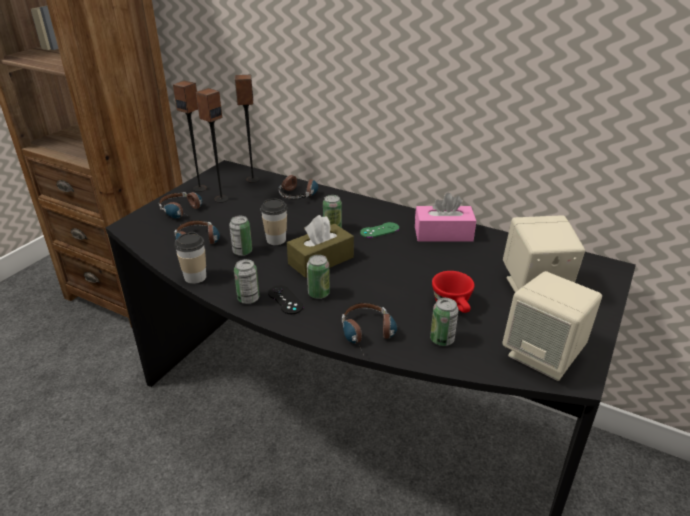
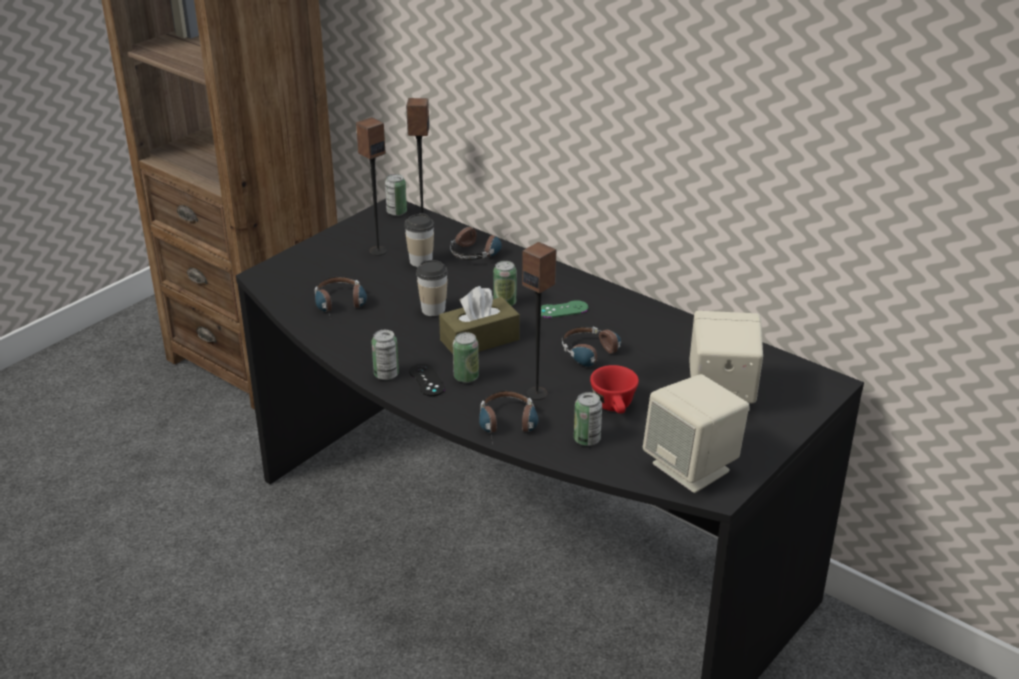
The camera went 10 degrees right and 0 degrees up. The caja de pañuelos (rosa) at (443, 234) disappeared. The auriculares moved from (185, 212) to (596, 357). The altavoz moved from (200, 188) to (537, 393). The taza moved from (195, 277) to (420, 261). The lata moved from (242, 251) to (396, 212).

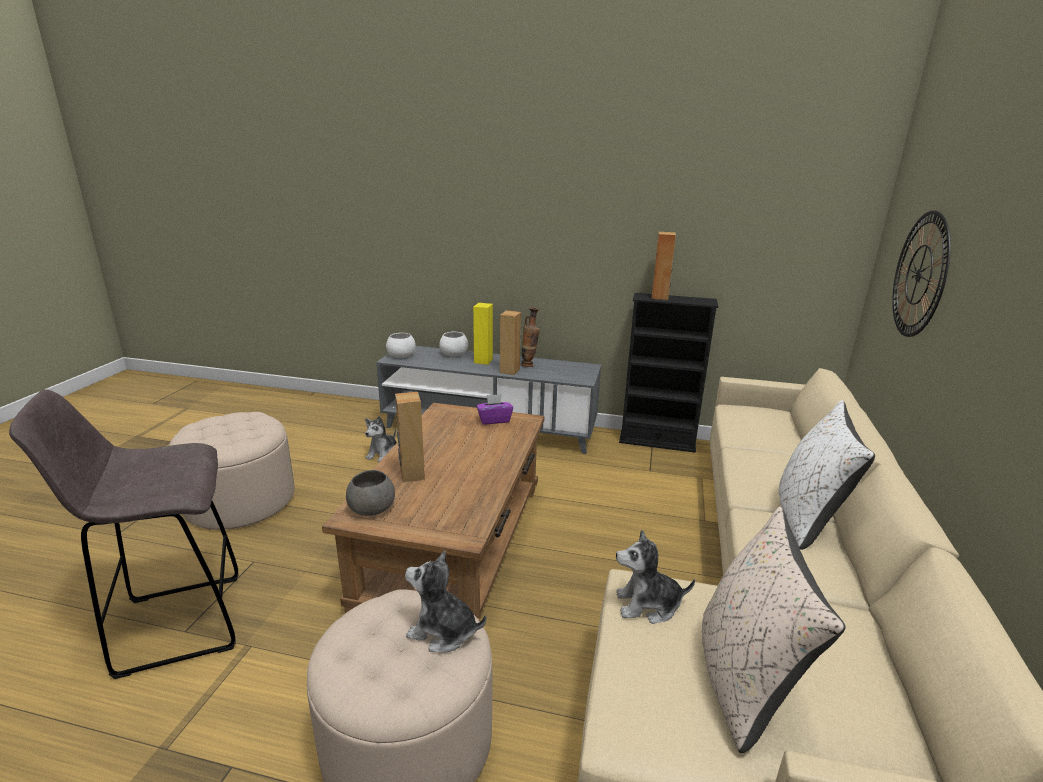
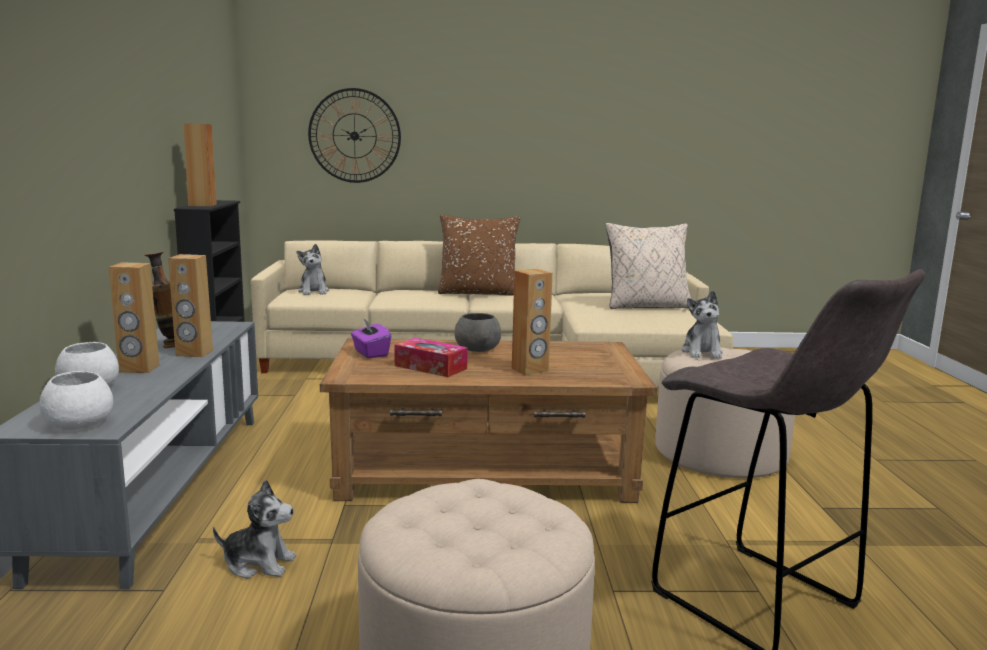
The camera went 105 degrees left and 10 degrees down. The caja de pañuelos at (430, 367) appeared. The cuenco (gris) moved from (371, 509) to (478, 349). The peluche moved from (648, 605) to (314, 291). The altavoz (amarillo) at (483, 361) became the altavoz (marrón) at (139, 369). The cojín (blanco) at (807, 518) became the cojín (marrón) at (478, 293).

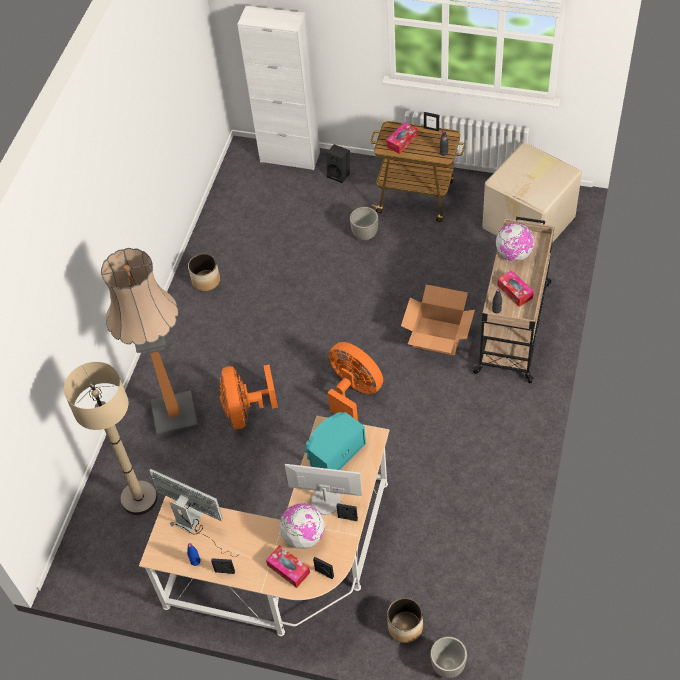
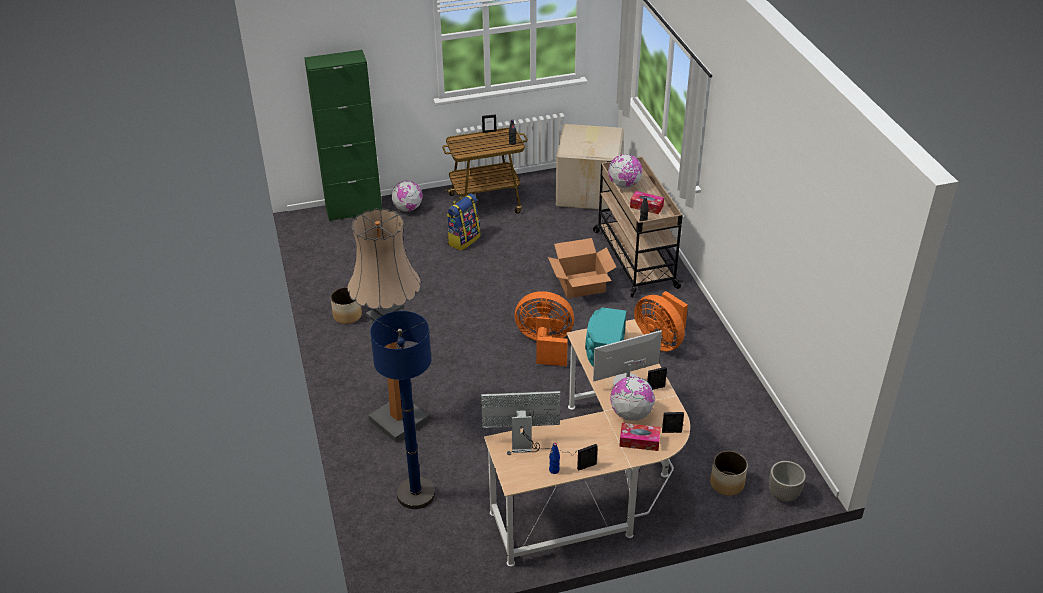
The camera went 35 degrees left and 15 degrees down. The caja de pañuelos at (402, 141) disappeared. The ventilador (naranja) moved from (245, 410) to (660, 340). The altavoz (negro) at (340, 174) was replaced by the globo terráqueo at (408, 208). The maceta at (365, 234) was replaced by the mochila at (463, 240). The lámpara de pie (beis) at (139, 498) became the lámpara de pie (azul) at (416, 494). The armario (blanco) at (290, 157) became the armario (verde) at (354, 210).

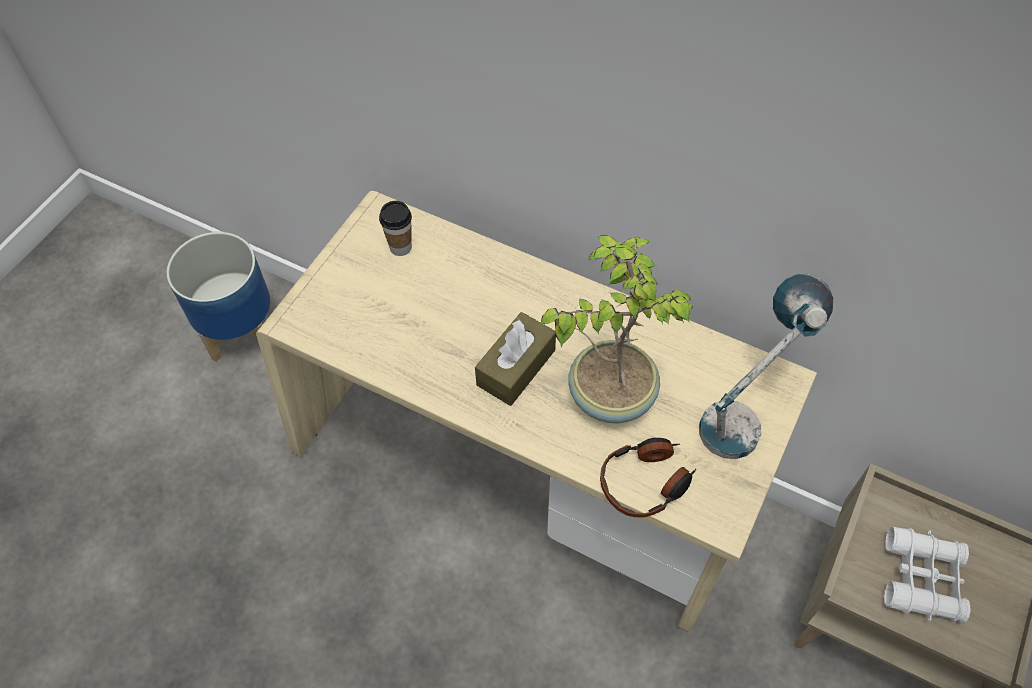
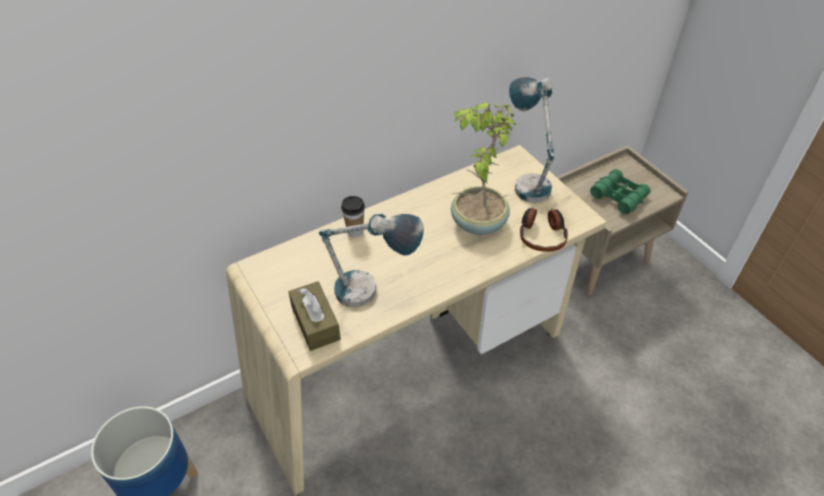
The camera went 60 degrees left and 10 degrees down. The lámpara de mesa at (373, 295) appeared. The taza moved from (400, 247) to (355, 231). The caja de pañuelos (marrón) moved from (516, 367) to (315, 323). The prismáticos (blanco) at (922, 579) became the prismáticos (verde) at (618, 196).

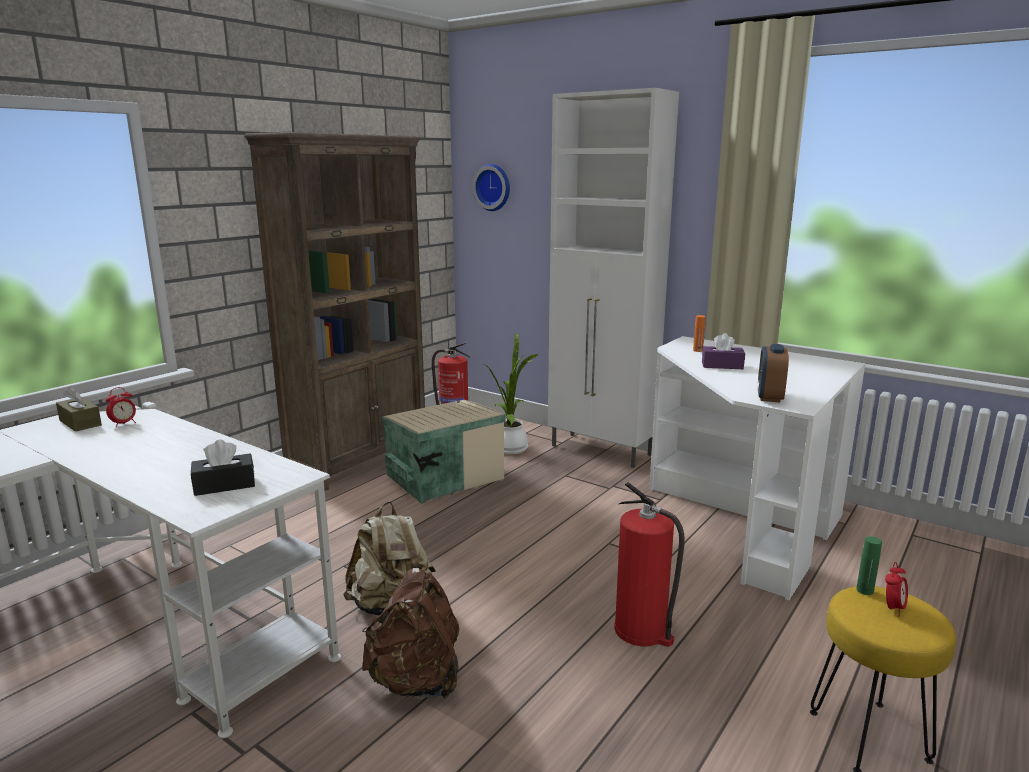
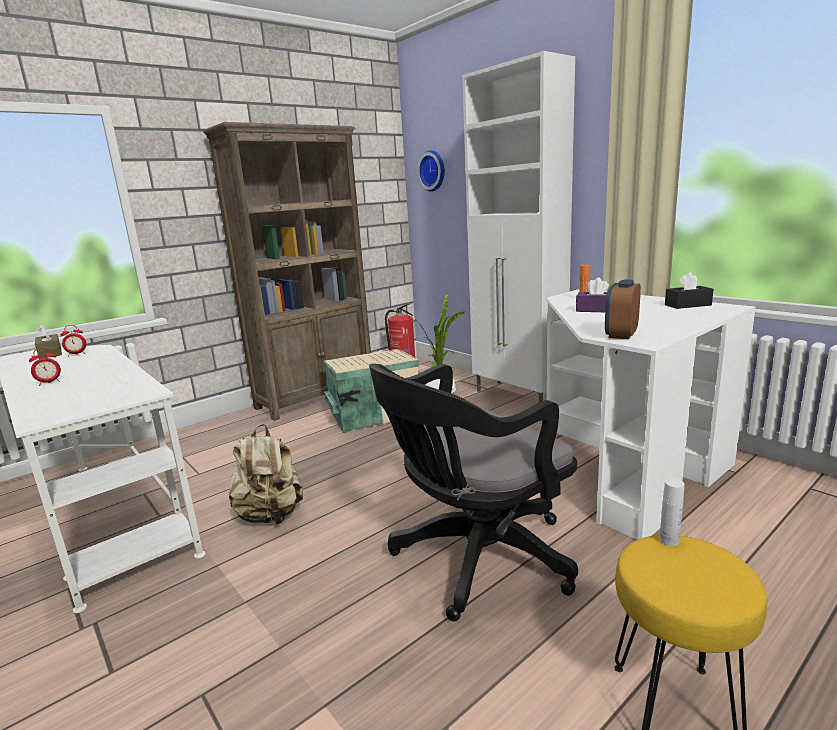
The camera went 15 degrees right and 0 degrees up. The mochila (marrón) at (416, 681) disappeared. The caja de pañuelos (negro) moved from (224, 485) to (687, 305). The despertador moved from (893, 608) to (49, 383). The extintor at (642, 631) was replaced by the silla de oficina (negro) at (475, 559). The botella (verde) at (864, 590) became the botella (blanco) at (669, 540).

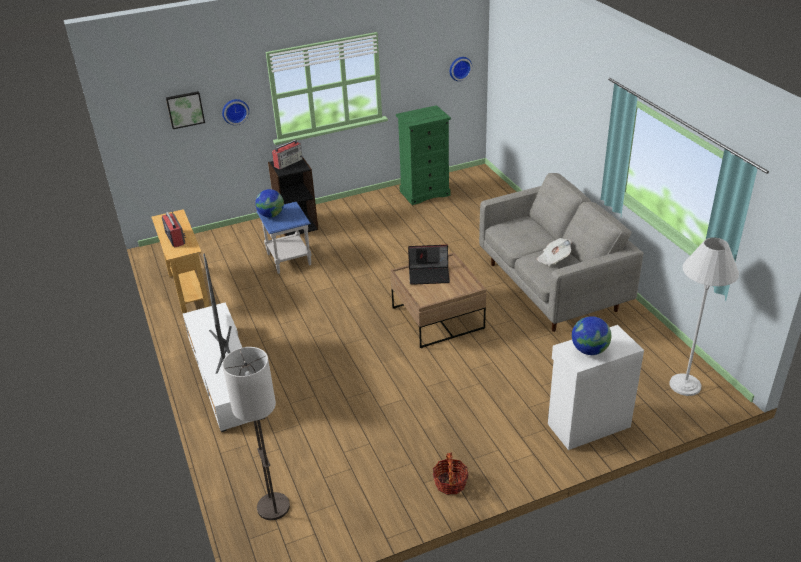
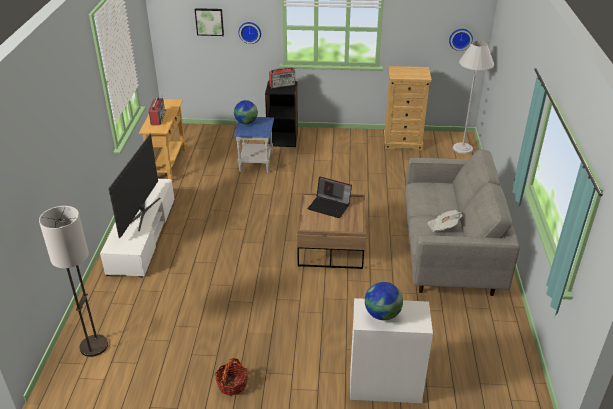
The camera went 25 degrees right and 0 degrees up. The lámpara de pie (blanco) moved from (685, 385) to (462, 148). The cómoda (verde) at (425, 193) became the cómoda (beis) at (403, 142).

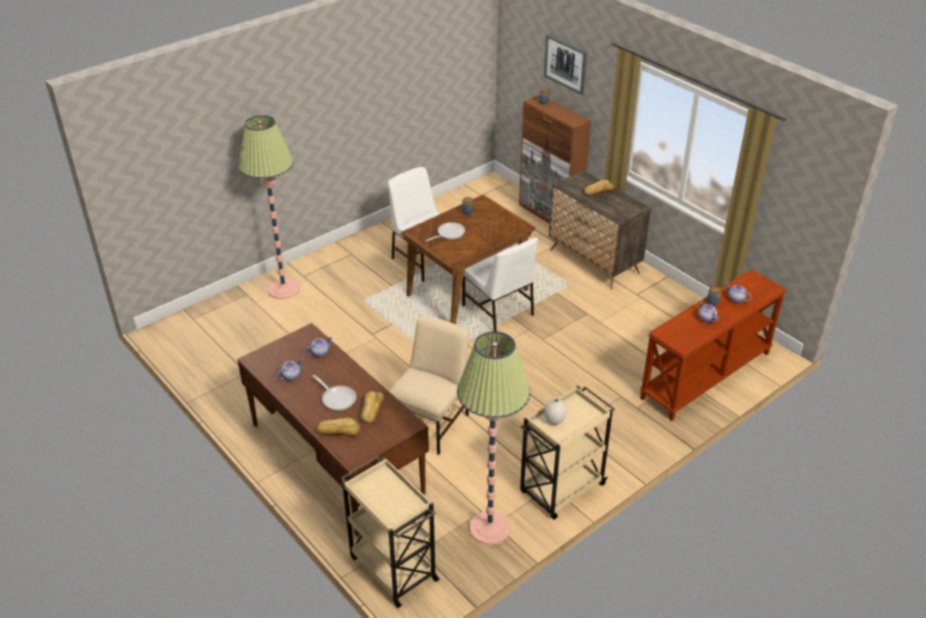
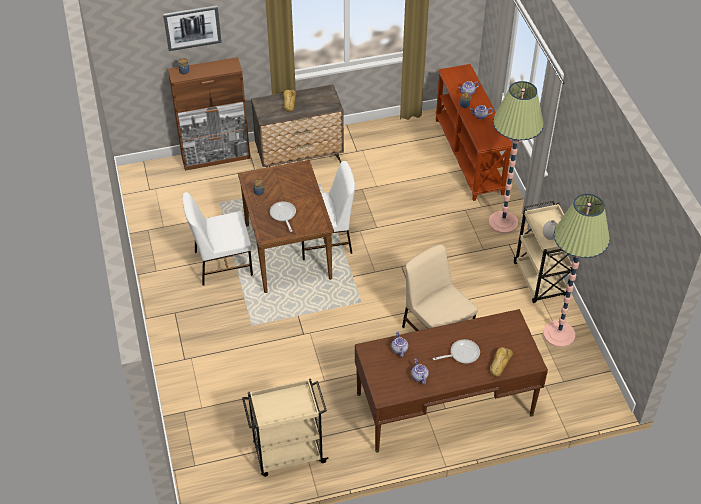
The camera went 65 degrees left and 10 degrees up. The pan at (371, 410) disappeared. The lámpara de pie moved from (283, 289) to (503, 222). The carrito (beis) moved from (392, 567) to (288, 453).

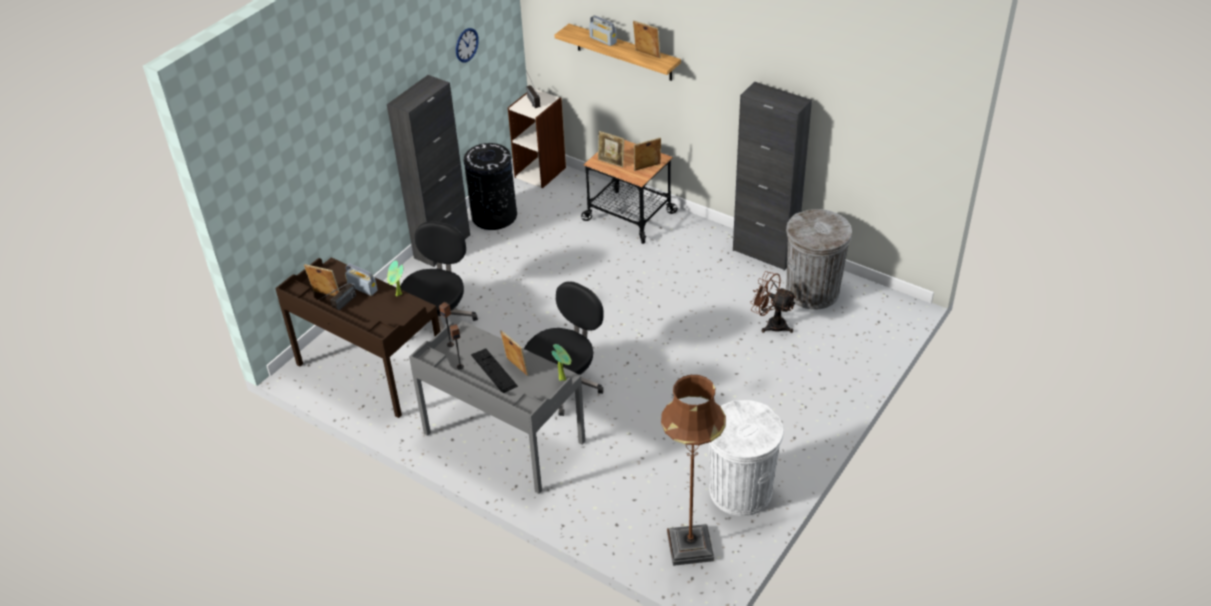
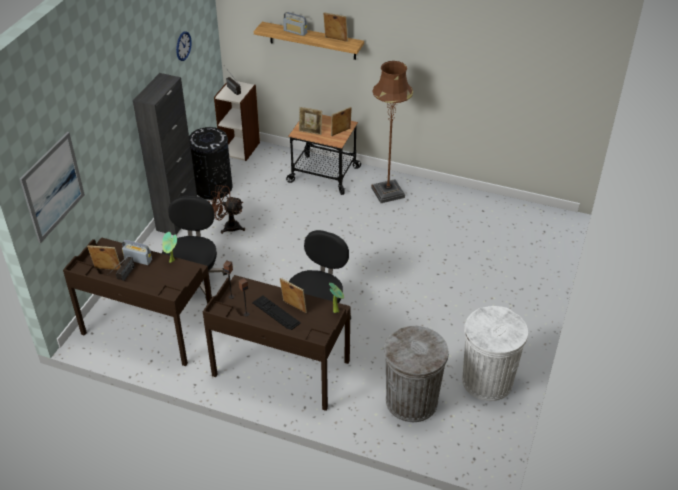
The camera went 15 degrees left and 0 degrees up. The armario (negro) at (764, 253) disappeared. The cuadro at (53, 187) appeared. The lámpara de pie (marrón) moved from (690, 546) to (388, 192). The ventilador (marrón) moved from (771, 324) to (228, 226). The papelera (gris) moved from (812, 291) to (412, 401). The escritorio (gris) at (503, 438) became the escritorio (marrón) at (280, 369).

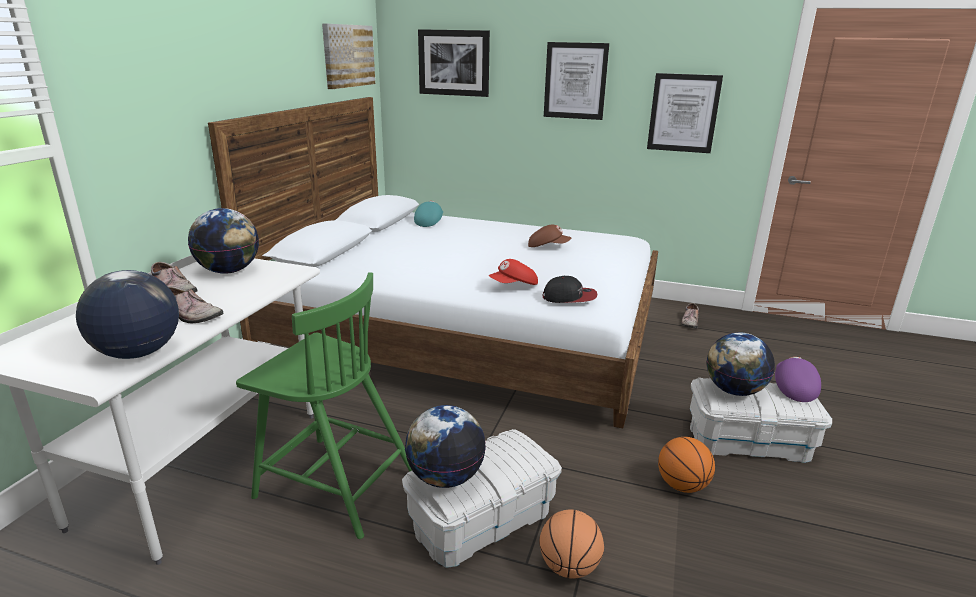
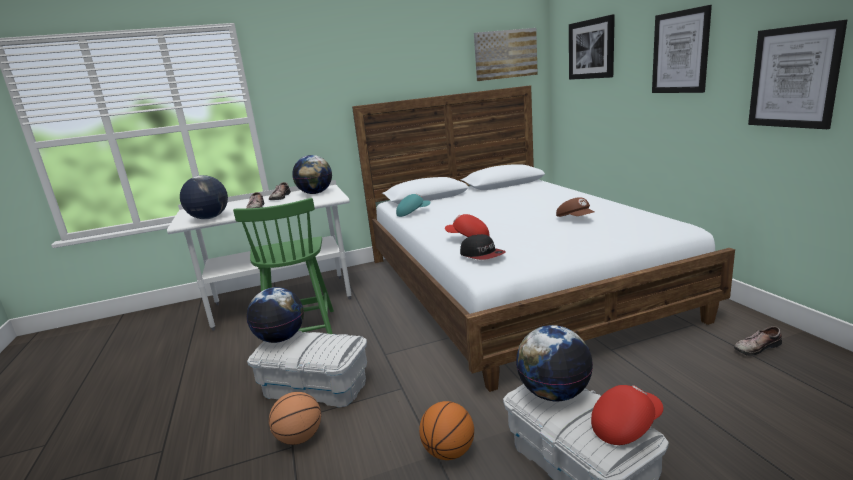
The camera went 55 degrees right and 5 degrees down. The gorra (turquesa) moved from (429, 222) to (413, 213). The gorra (morado) at (792, 388) became the gorra (rojo) at (625, 425).

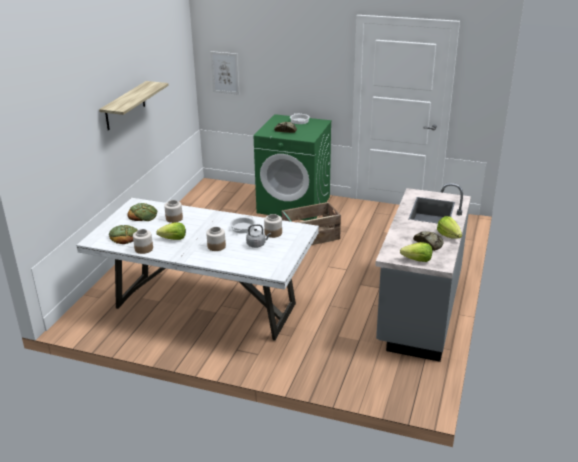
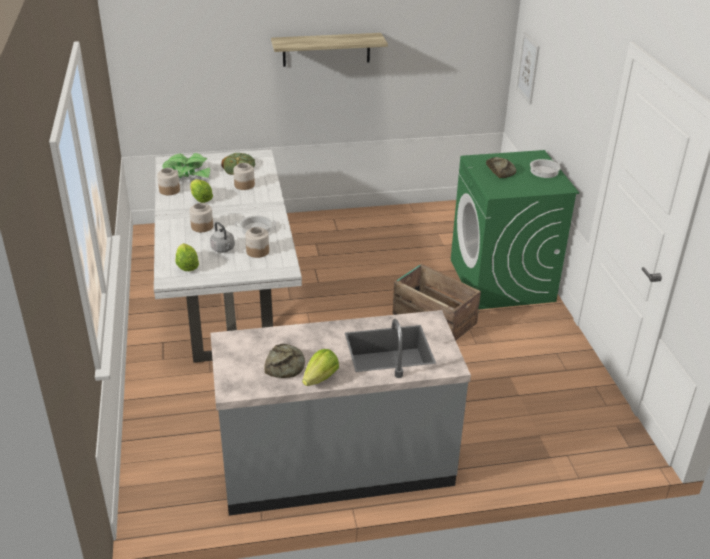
The camera went 60 degrees right and 5 degrees up. The lechuga moved from (417, 260) to (187, 266). The pan at (124, 236) was replaced by the planta en maceta at (187, 173).

